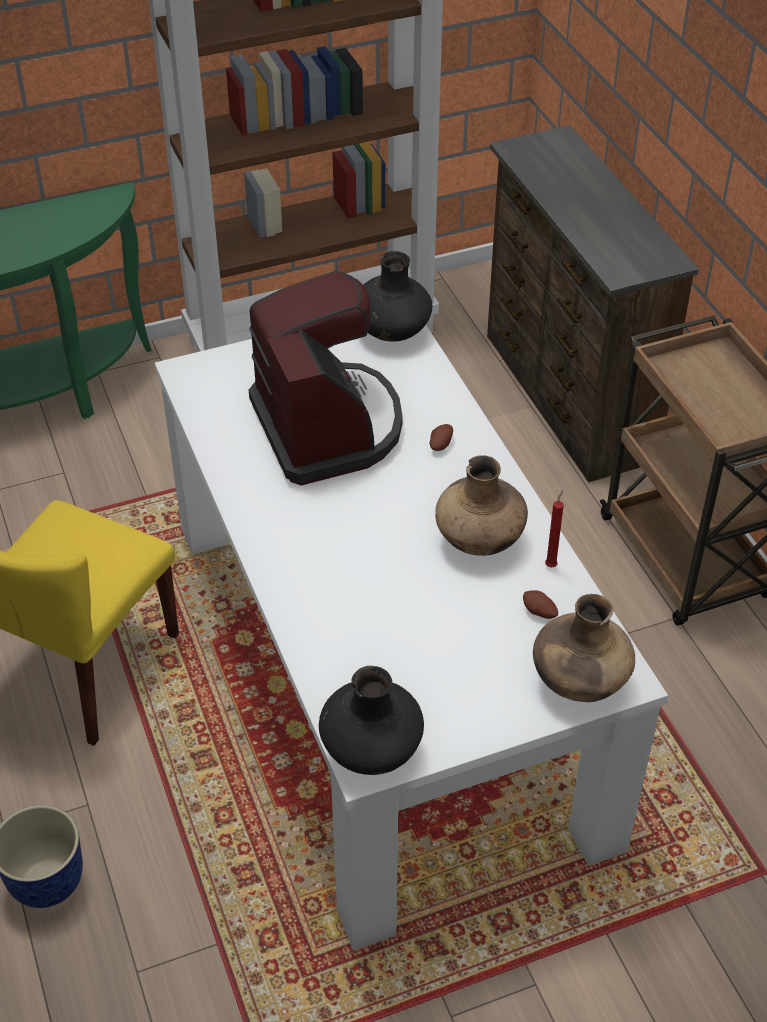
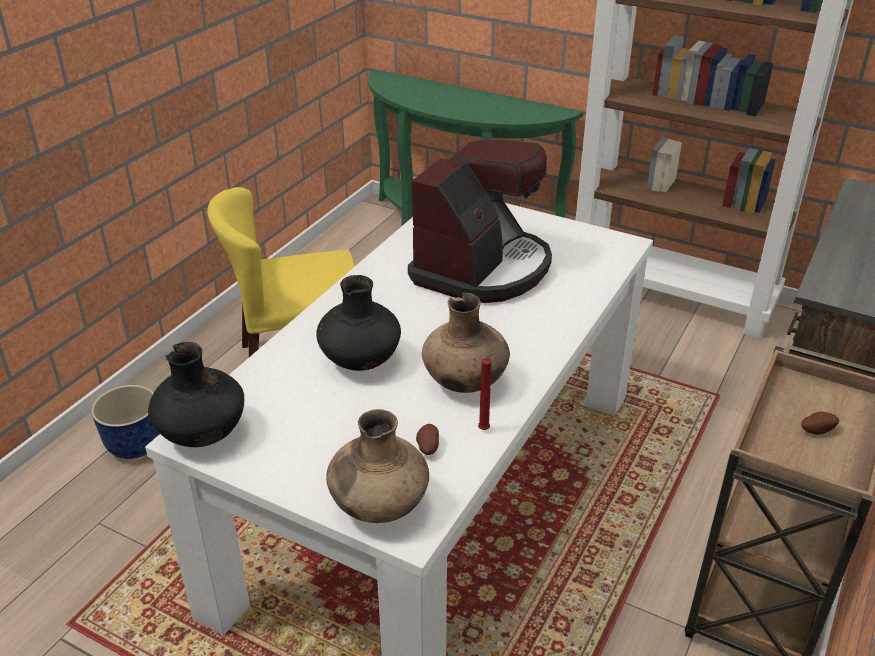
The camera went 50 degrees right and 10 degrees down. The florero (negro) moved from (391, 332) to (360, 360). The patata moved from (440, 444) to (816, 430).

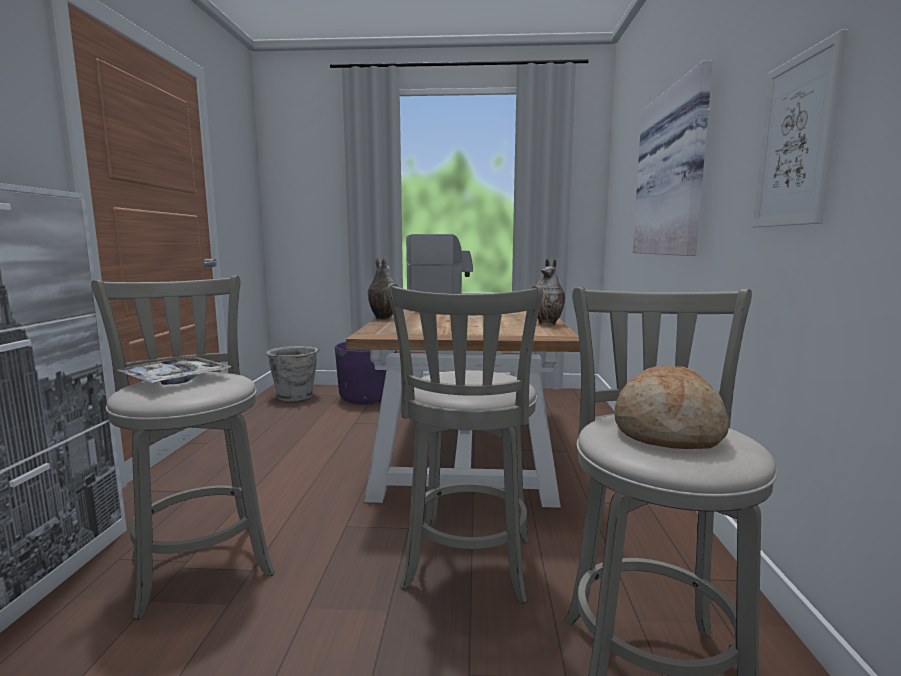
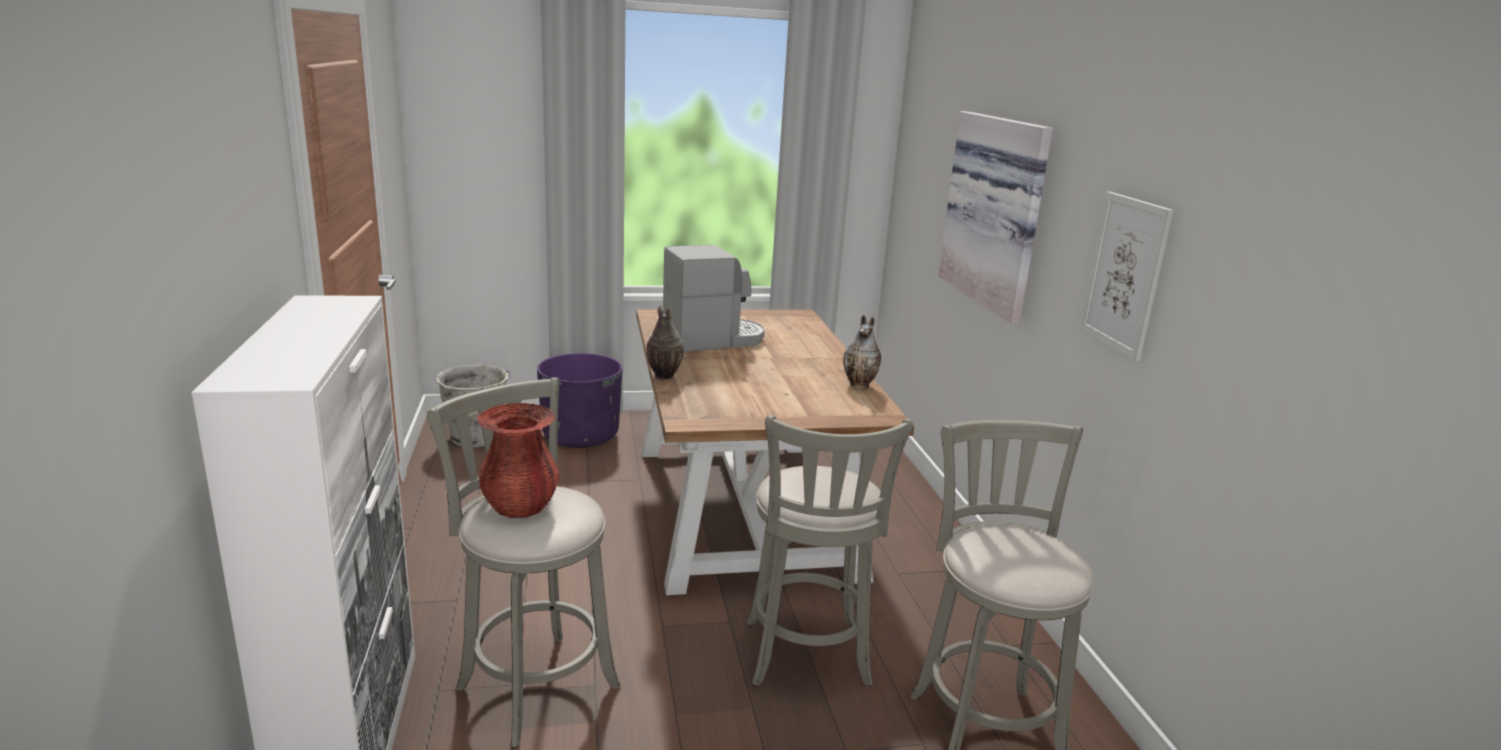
The camera went 15 degrees left and 10 degrees up. The pan at (667, 431) disappeared. The bandeja at (175, 380) was replaced by the florero (rojo) at (520, 507).

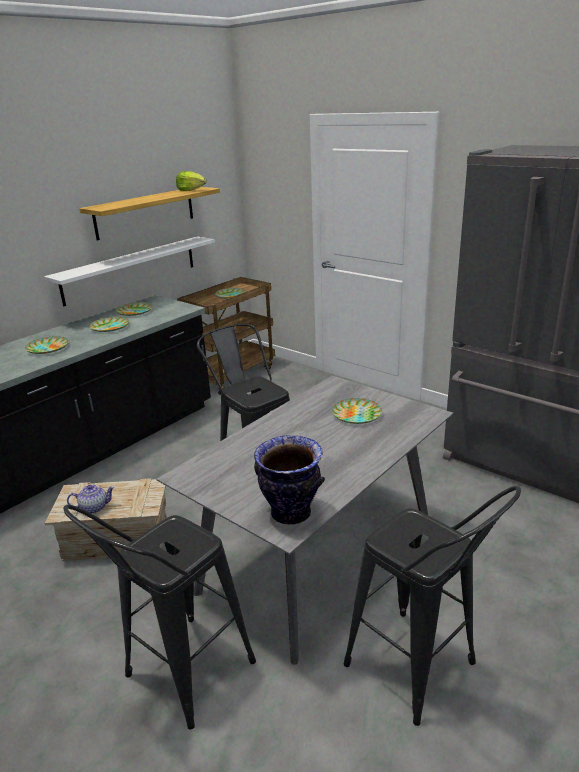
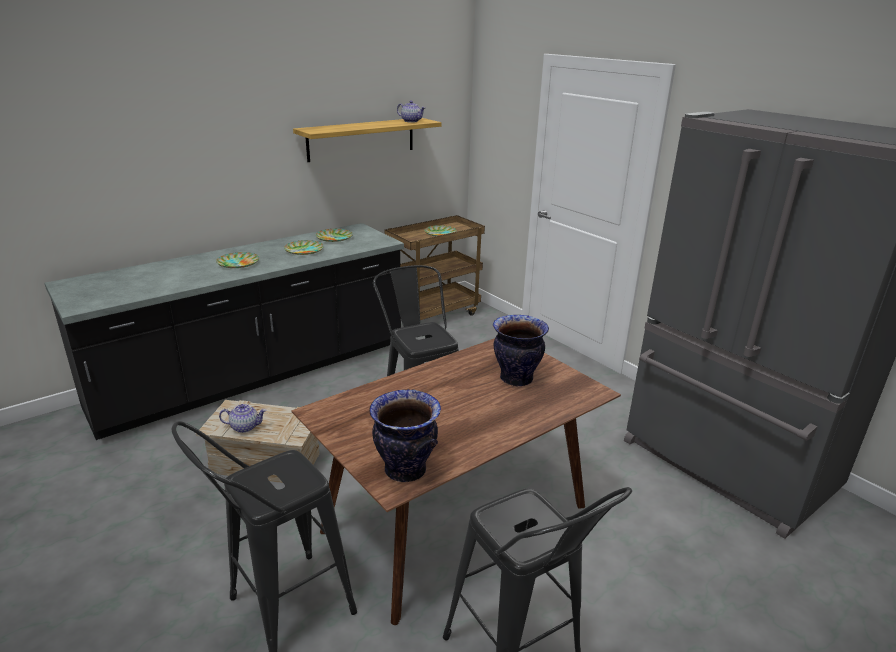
The camera went 10 degrees right and 0 degrees up. The estante (blanco) at (131, 269) disappeared. The lechuga at (191, 190) was replaced by the tetera at (411, 121). The plato at (357, 414) was replaced by the florero at (517, 379). The mesa de comedor (gris) at (318, 554) became the mesa de comedor (marrón) at (456, 517).

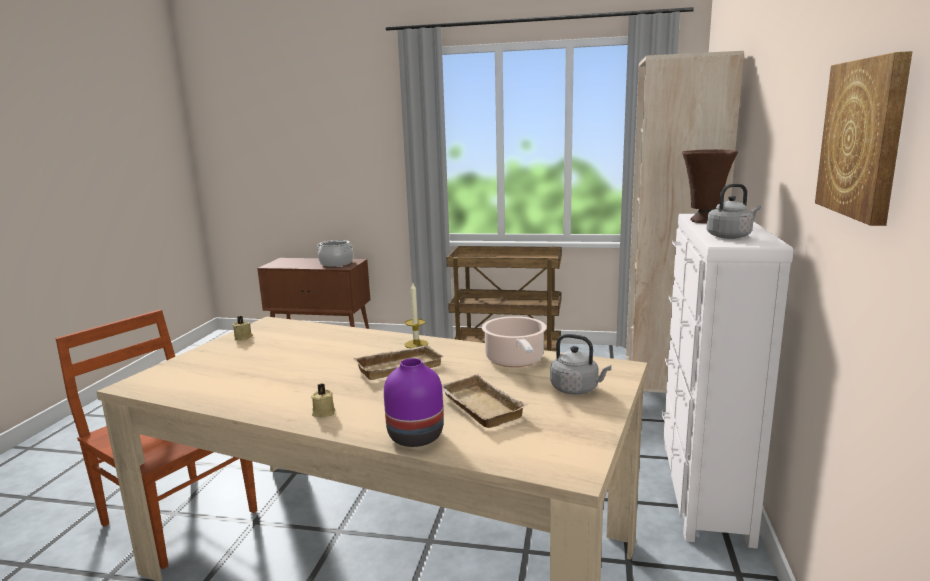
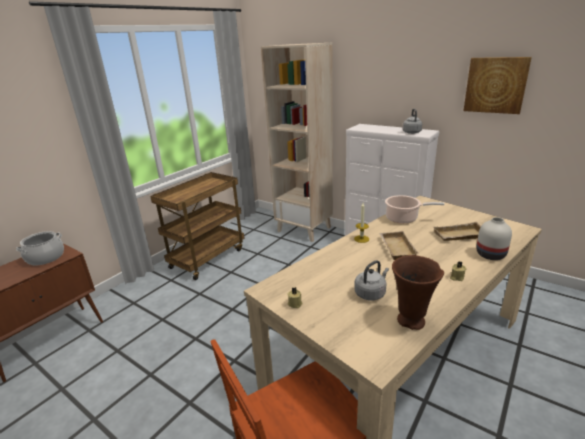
The camera went 65 degrees left and 10 degrees up. The hervidor (gris) moved from (577, 389) to (371, 293). The florero (marrón) moved from (704, 221) to (411, 322). The florero (morado) at (415, 435) became the florero (blanco) at (489, 255).

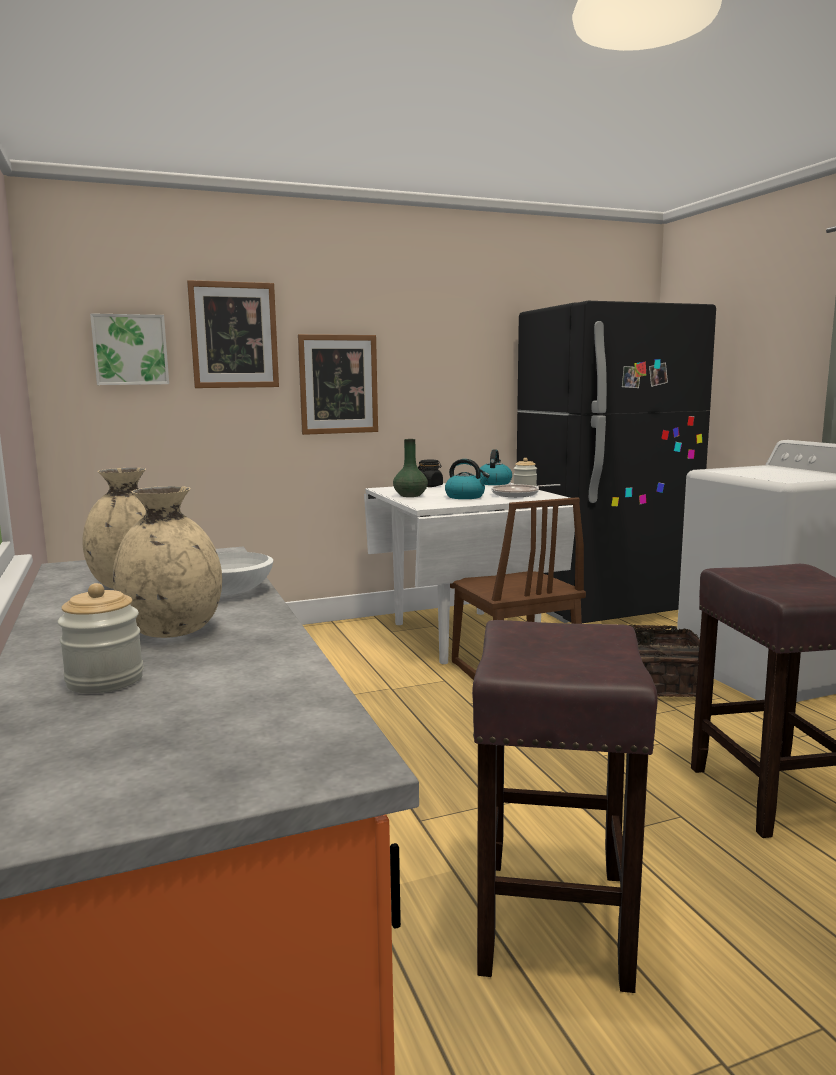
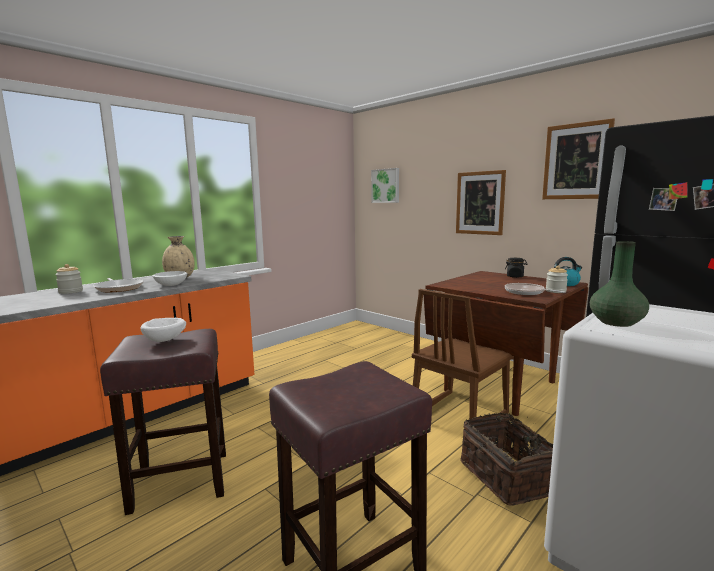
The camera went 65 degrees right and 0 degrees up. The hervidor at (465, 497) disappeared. The cuenco (blanco) at (166, 340) appeared. The cuadro moved from (234, 335) to (576, 161). The florero (verde) moved from (410, 495) to (617, 322). The florero (beis) at (172, 631) was replaced by the sartén at (119, 288). The mesa de comedor (blanco) at (465, 635) became the mesa de comedor (marrón) at (501, 386).

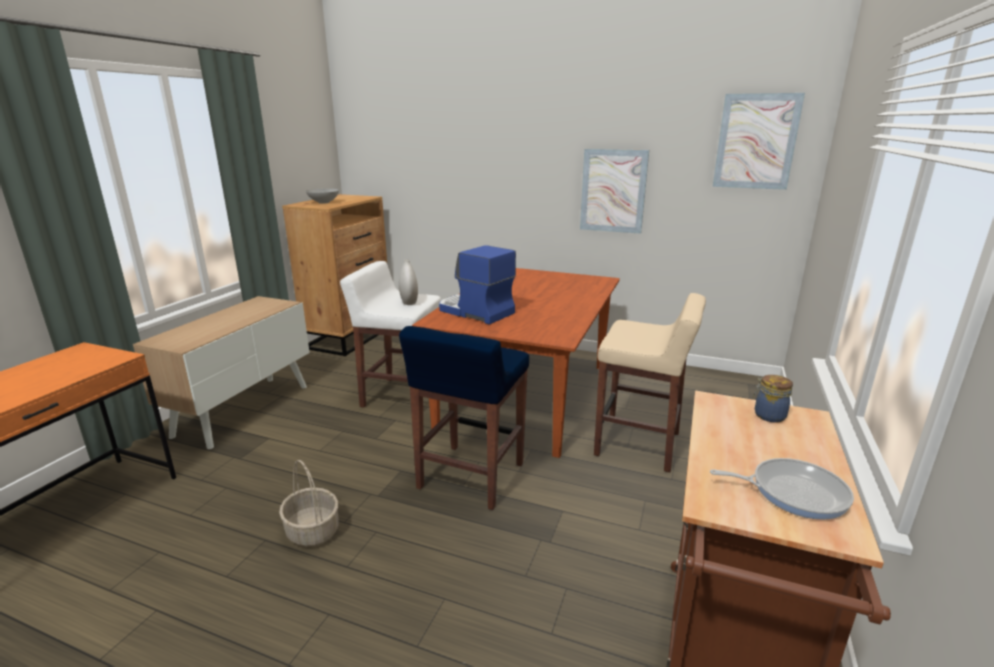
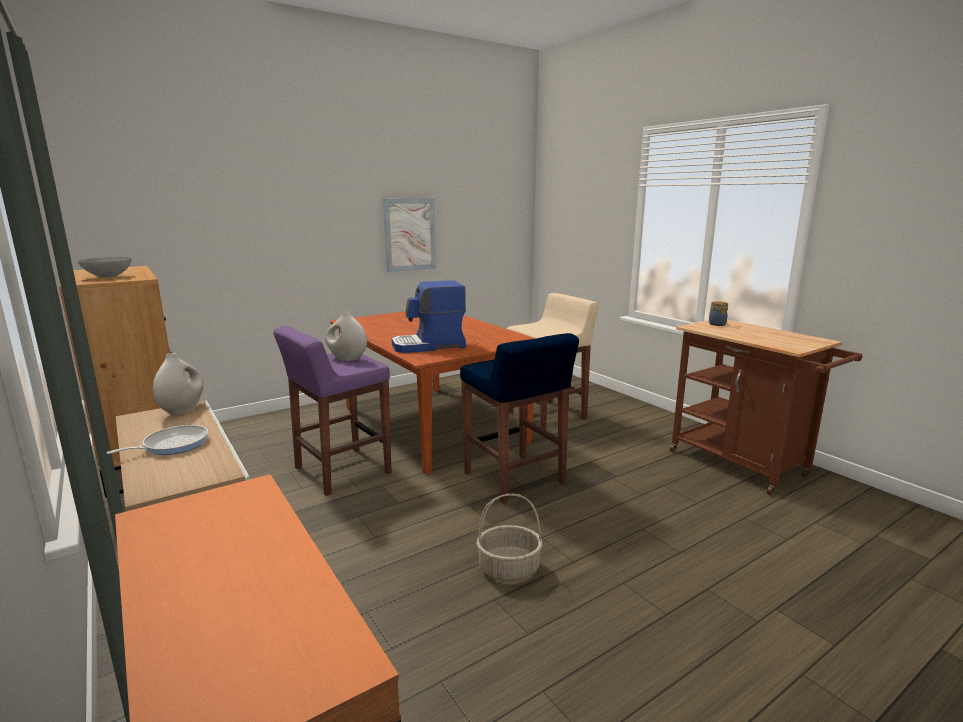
The camera went 55 degrees left and 5 degrees down. The cuadro at (756, 142) disappeared. The florero (blanco) at (183, 410) appeared. The sartén moved from (793, 492) to (172, 445). The taburete (blanco) at (401, 396) became the taburete (morado) at (340, 471).

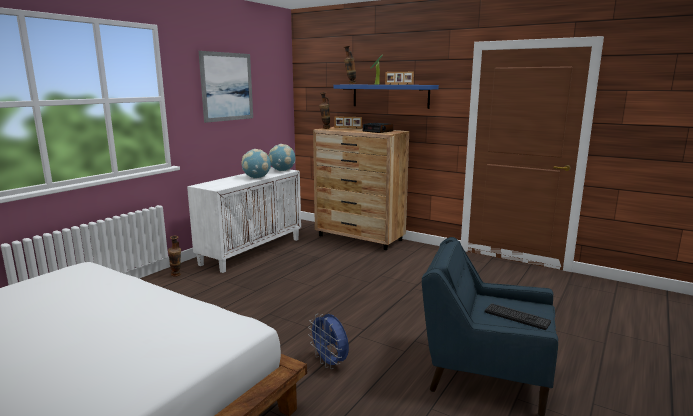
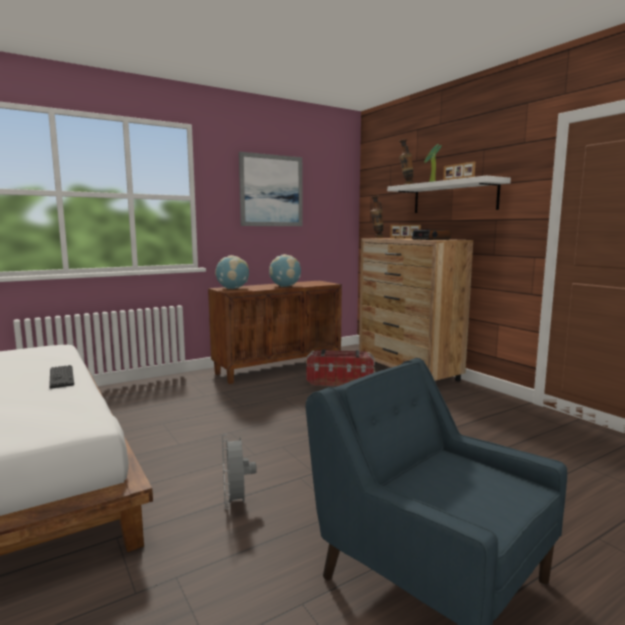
The camera went 25 degrees right and 5 degrees down. The florero at (176, 276) disappeared. The caja de almacenaje at (340, 381) appeared. The globo terráqueo moved from (282, 171) to (232, 289). The teclado moved from (517, 317) to (61, 377). The armario (blanco) at (252, 251) became the armario (marrón) at (278, 368). The ventilador (azul) at (330, 363) became the ventilador (gris) at (236, 502). The estante (azul) at (390, 96) became the estante (blanco) at (454, 197).

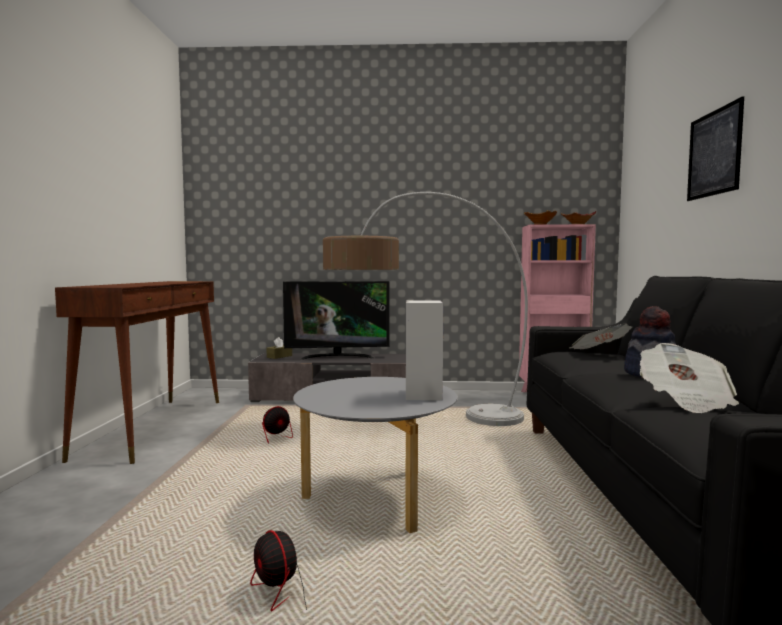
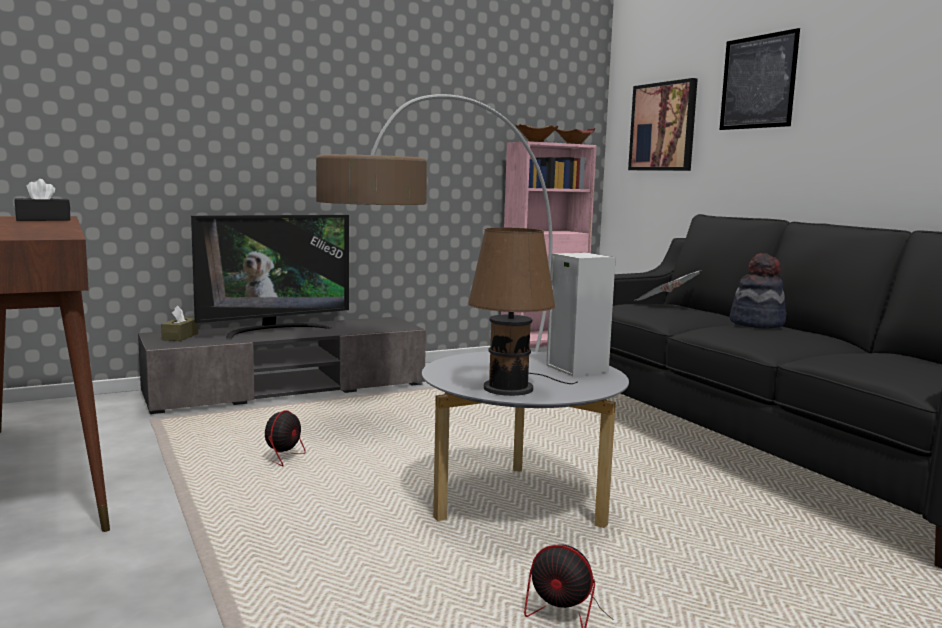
The camera went 30 degrees left and 5 degrees up. The periódico at (685, 401) disappeared. The caja de pañuelos (negro) at (43, 219) appeared. The lámpara de mesa (marrón) at (512, 387) appeared. The cuadro at (663, 127) appeared.

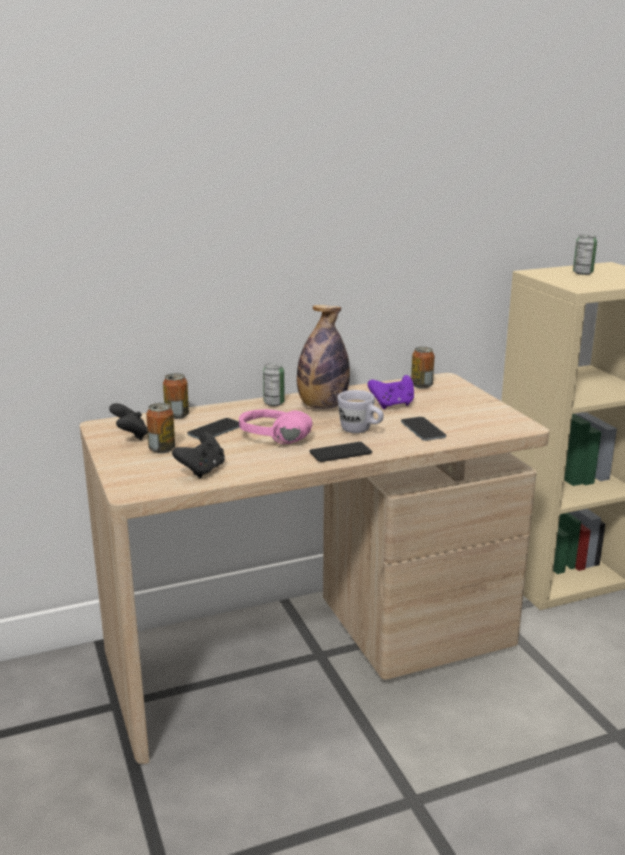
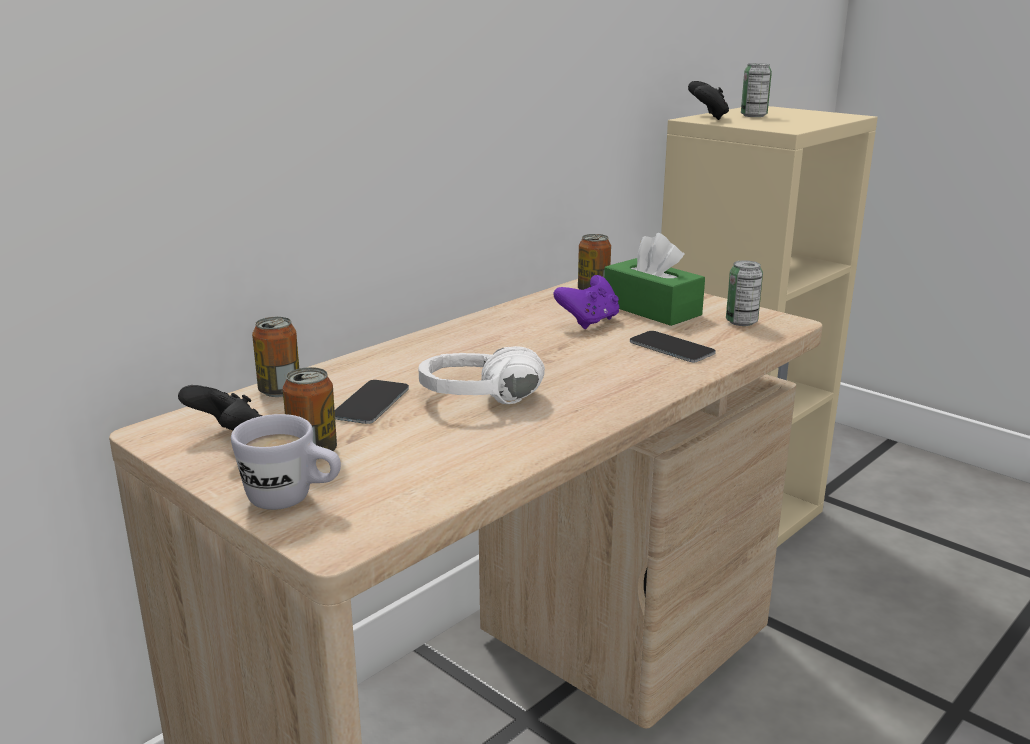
The camera went 25 degrees left and 0 degrees up. The botella at (322, 406) disappeared. The móvil at (340, 453) disappeared. The caja de pañuelos (verde) at (651, 309) appeared. The mando de consola (negro) moved from (202, 470) to (707, 117). The lata moved from (274, 403) to (741, 322). The taza grande (blanco) moved from (361, 431) to (292, 500). The auriculares (rosa) at (270, 442) became the auriculares (blanco) at (482, 405).

